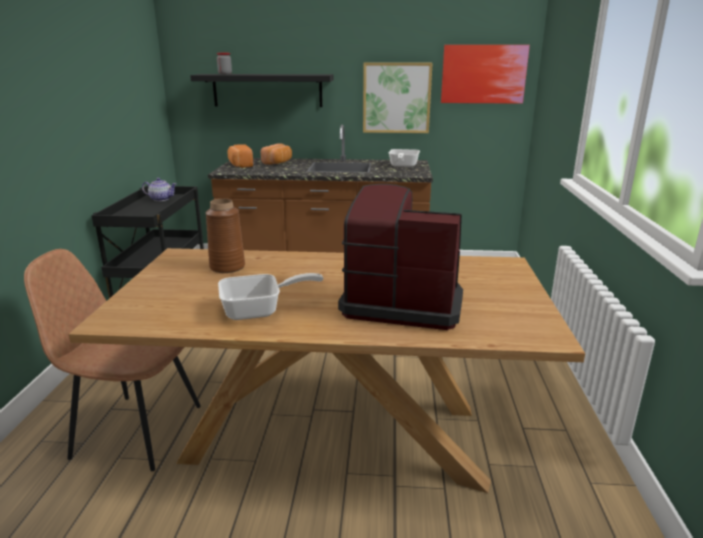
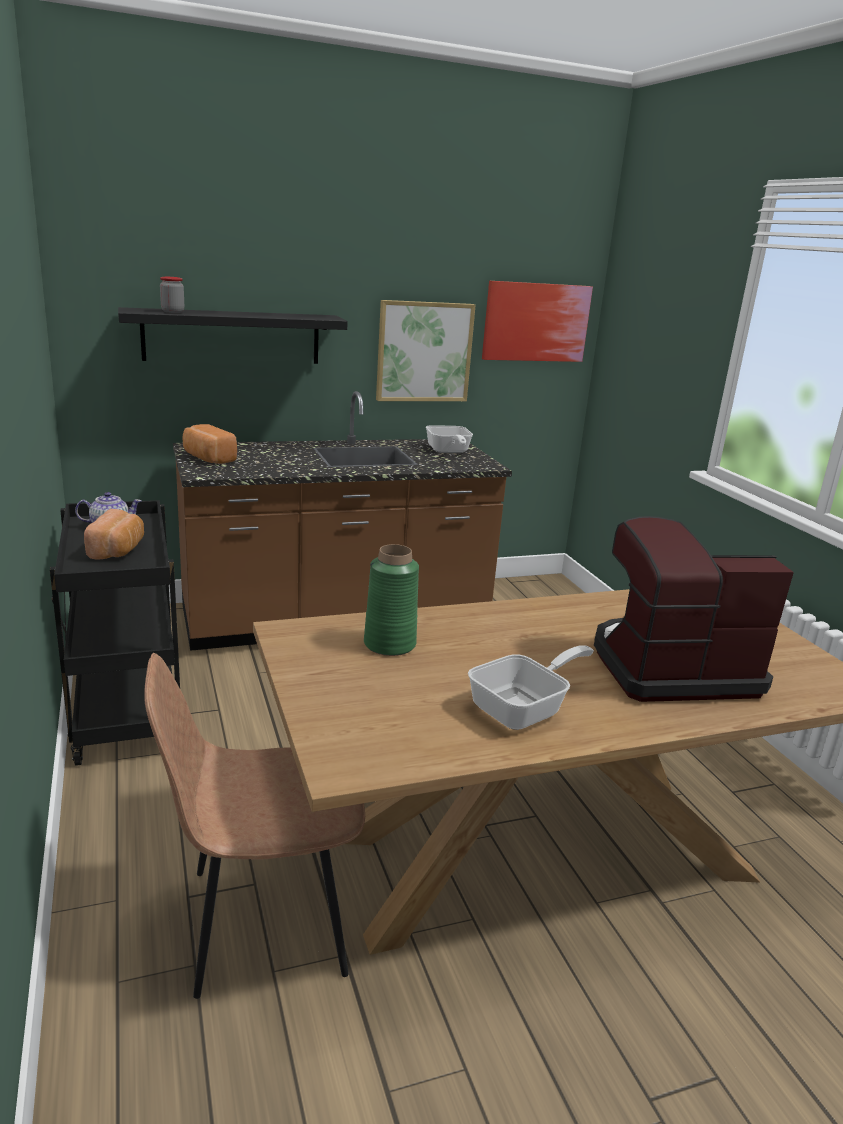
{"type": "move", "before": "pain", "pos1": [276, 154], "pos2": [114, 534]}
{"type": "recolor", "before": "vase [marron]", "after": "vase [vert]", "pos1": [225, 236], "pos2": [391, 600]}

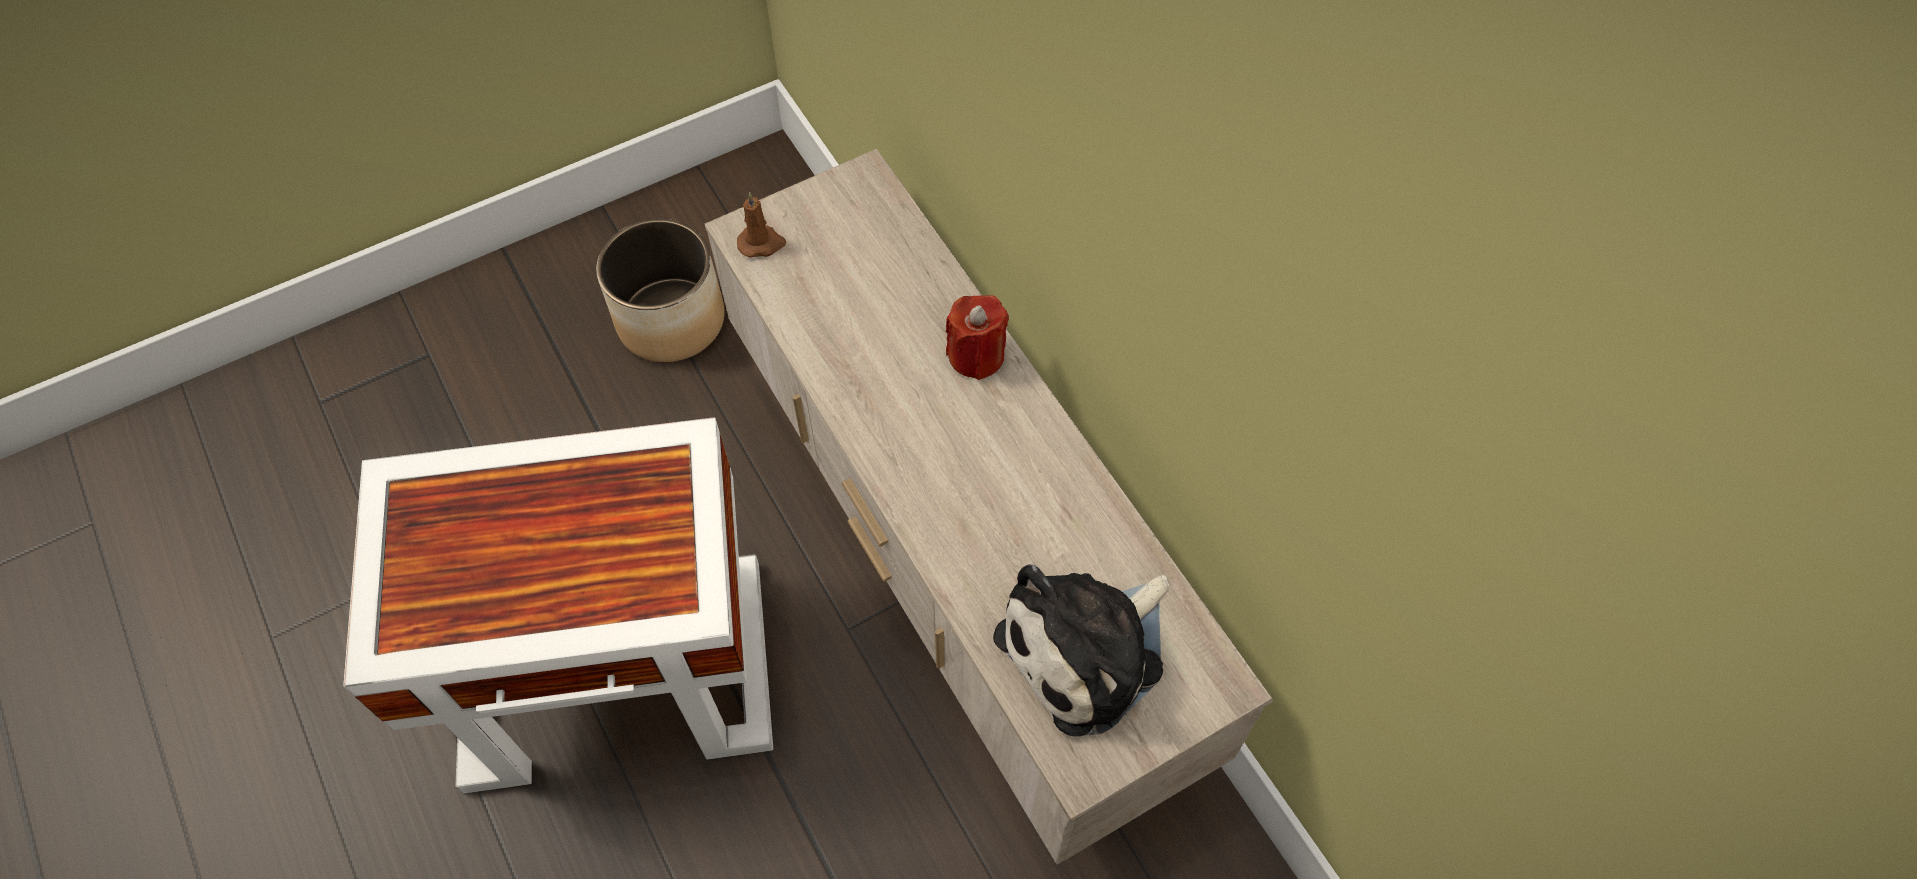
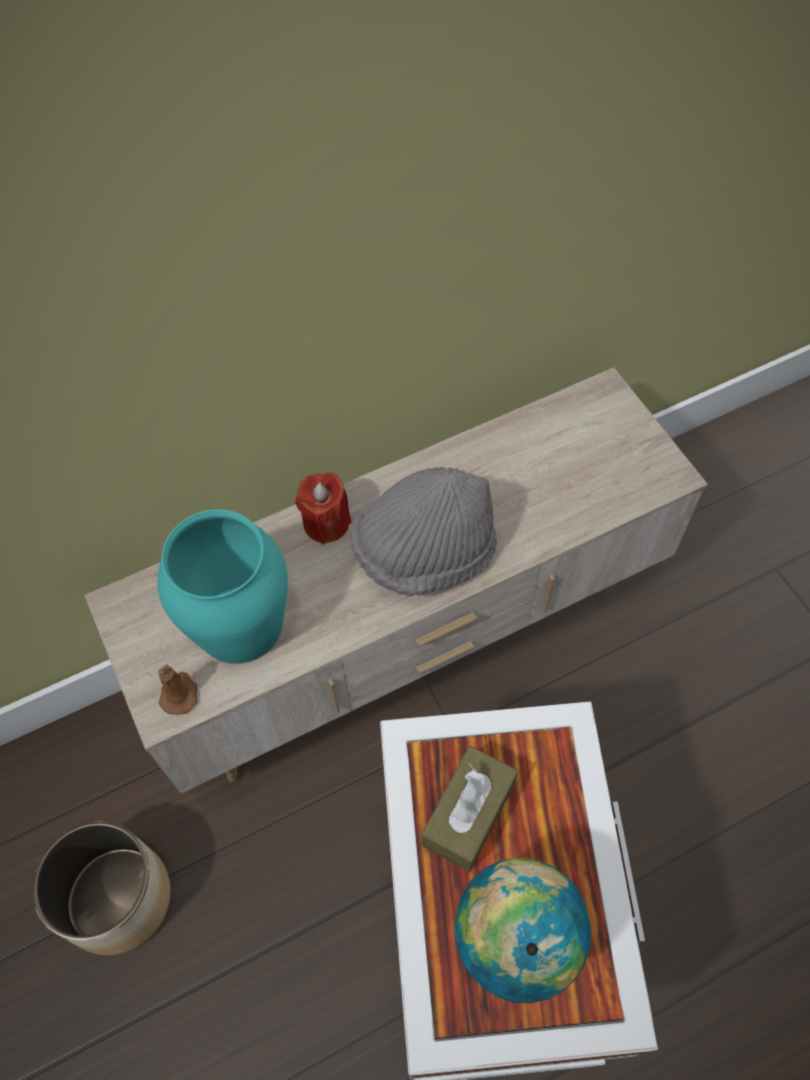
{"type": "delete", "before": "peluche", "pos1": [1081, 650]}
{"type": "insert", "after": "vase [turquoise]", "pos2": [222, 586]}
{"type": "insert", "after": "chapeau [gris]", "pos2": [424, 531]}
{"type": "insert", "after": "boîte à mouchoirs [marron]", "pos2": [470, 809]}
{"type": "insert", "after": "globe", "pos2": [522, 930]}

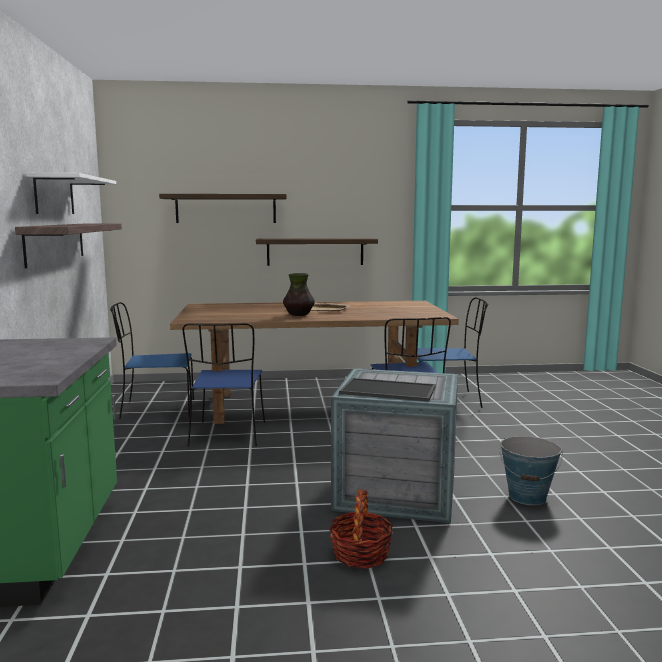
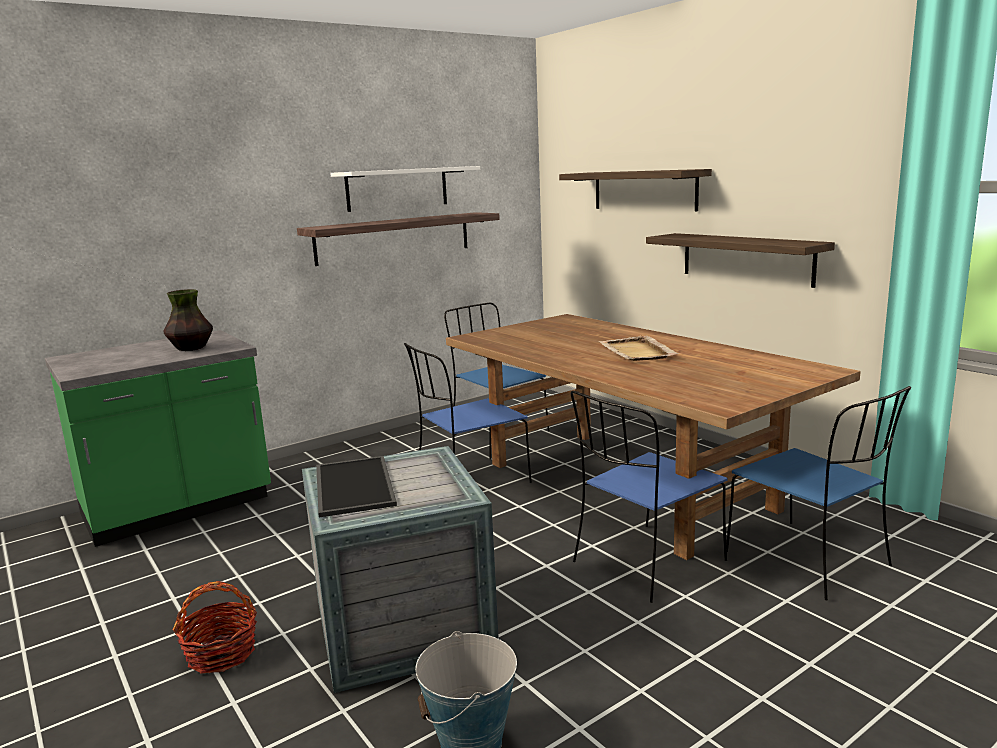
{"type": "move", "before": "vase", "pos1": [299, 294], "pos2": [188, 320]}

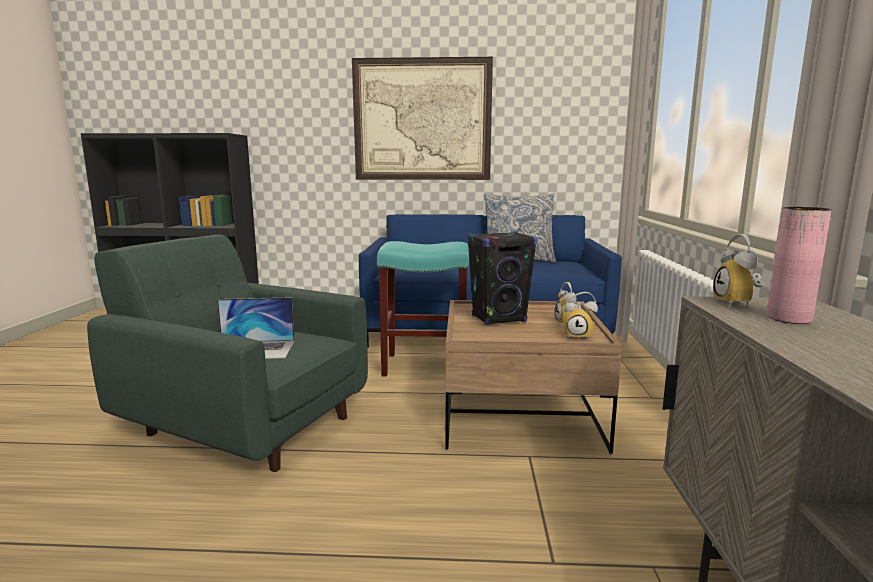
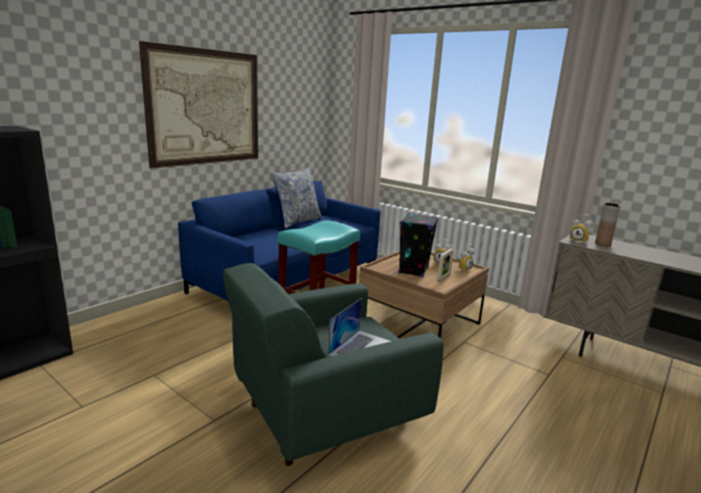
{"type": "insert", "after": "cadre photo", "pos2": [445, 265]}
{"type": "recolor", "before": "vase [rose]", "after": "vase [marron]", "pos1": [799, 265], "pos2": [607, 224]}

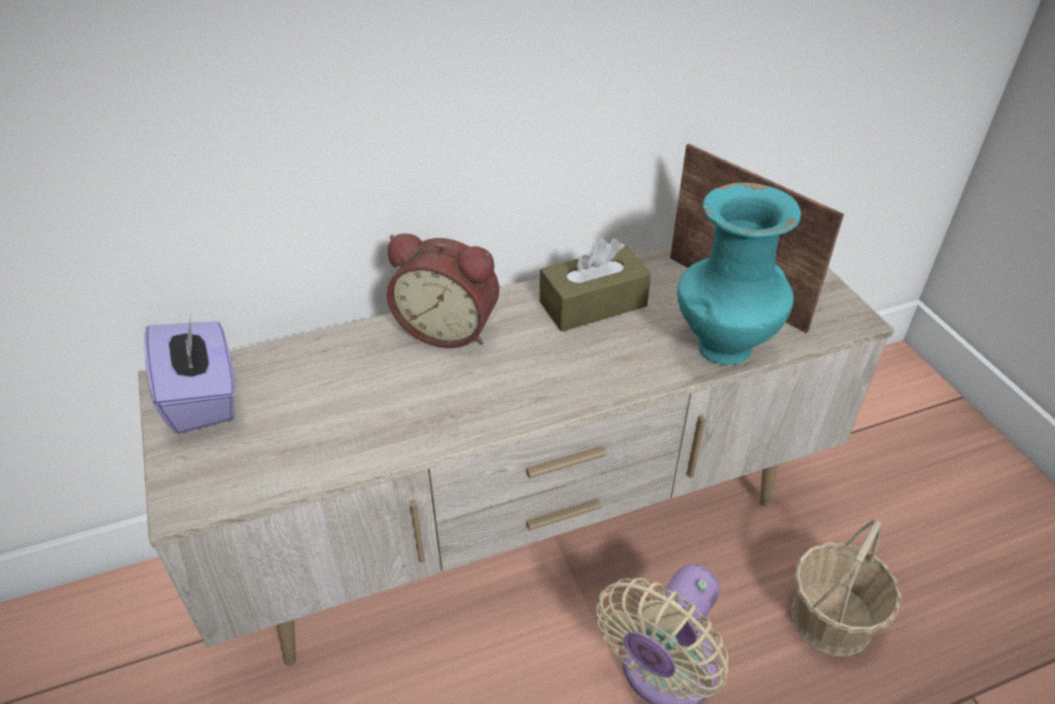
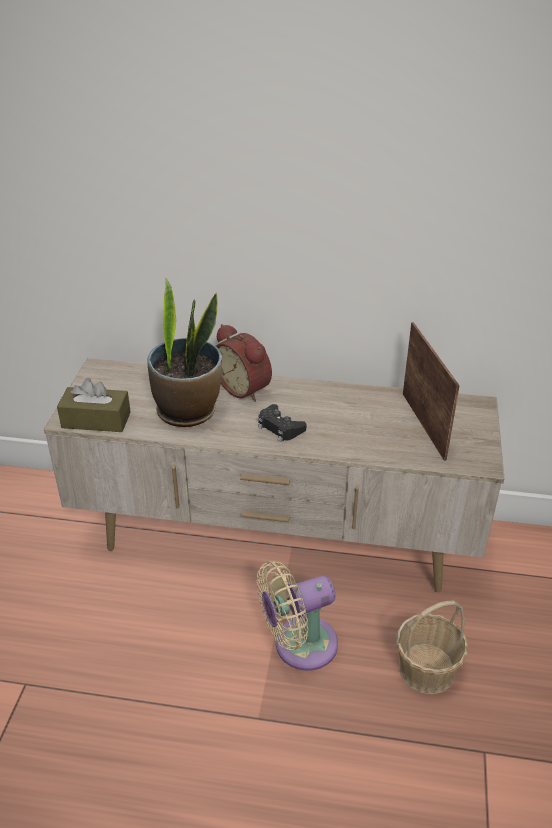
{"type": "delete", "before": "boîte à mouchoirs [violet]", "pos1": [189, 375]}
{"type": "delete", "before": "vase [turquoise]", "pos1": [739, 273]}
{"type": "insert", "after": "plante en pot", "pos2": [184, 352]}
{"type": "insert", "after": "manette [noir]", "pos2": [282, 423]}
{"type": "move", "before": "boîte à mouchoirs [marron]", "pos1": [595, 285], "pos2": [94, 405]}

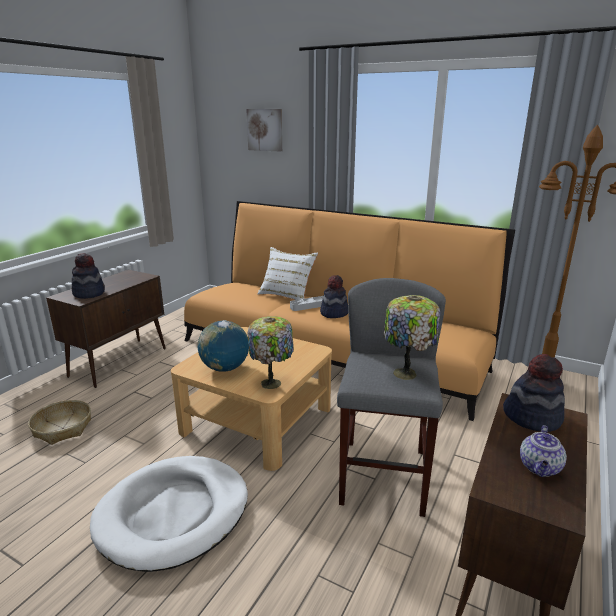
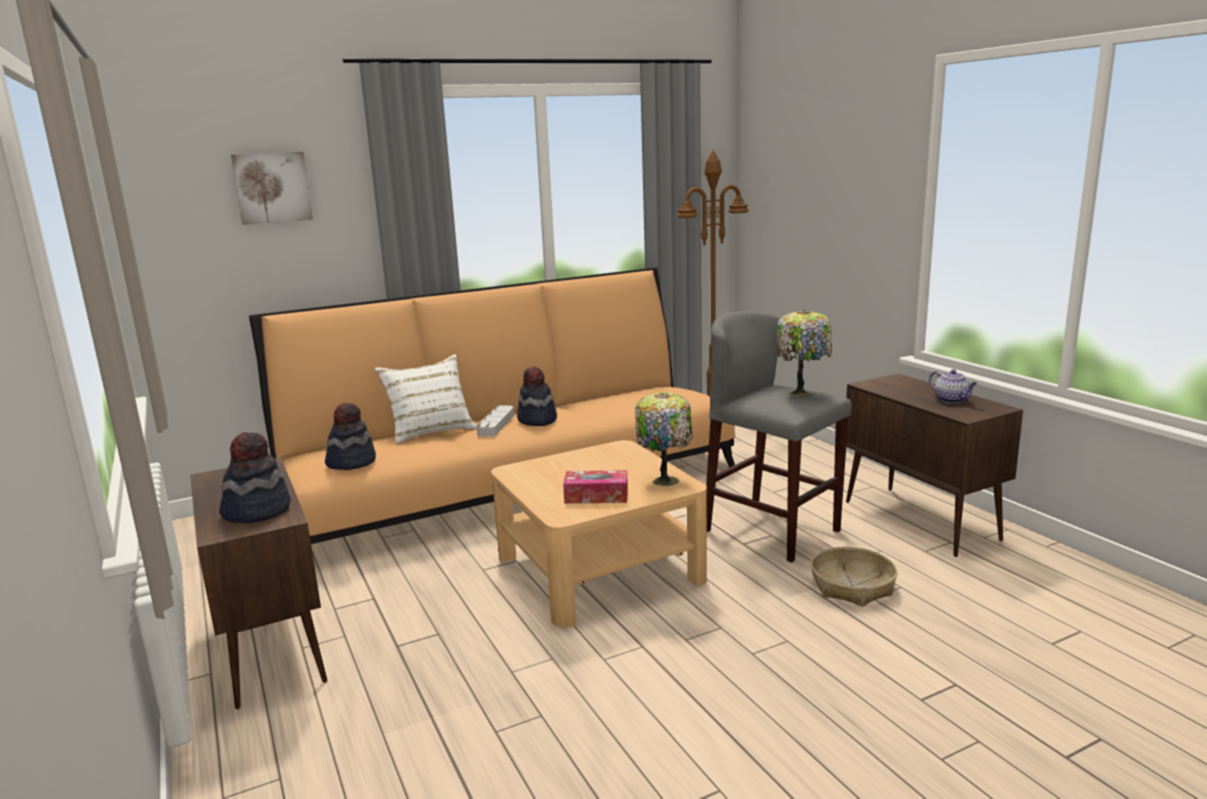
{"type": "delete", "before": "panier pour chien [blanc]", "pos1": [169, 514]}
{"type": "move", "before": "panier", "pos1": [59, 422], "pos2": [854, 577]}
{"type": "move", "before": "chapeau", "pos1": [534, 393], "pos2": [350, 436]}
{"type": "replace", "before": "globe", "after": "boîte à mouchoirs", "pos1": [223, 346], "pos2": [595, 487]}

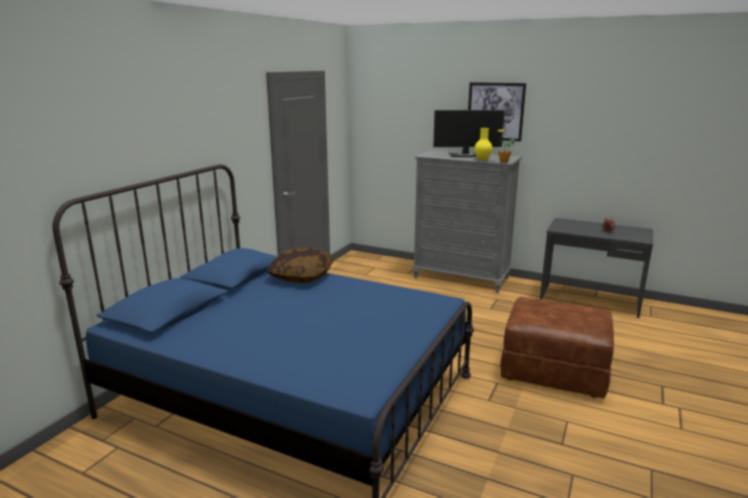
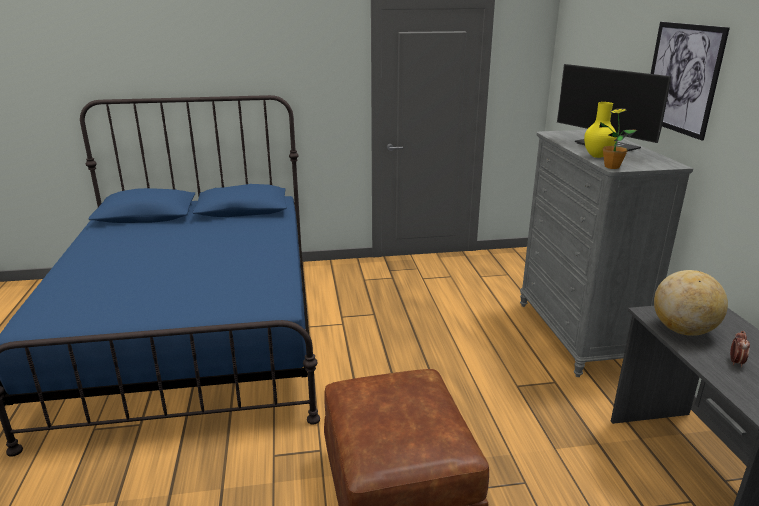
{"type": "delete", "before": "coussin", "pos1": [300, 265]}
{"type": "insert", "after": "globe", "pos2": [691, 303]}

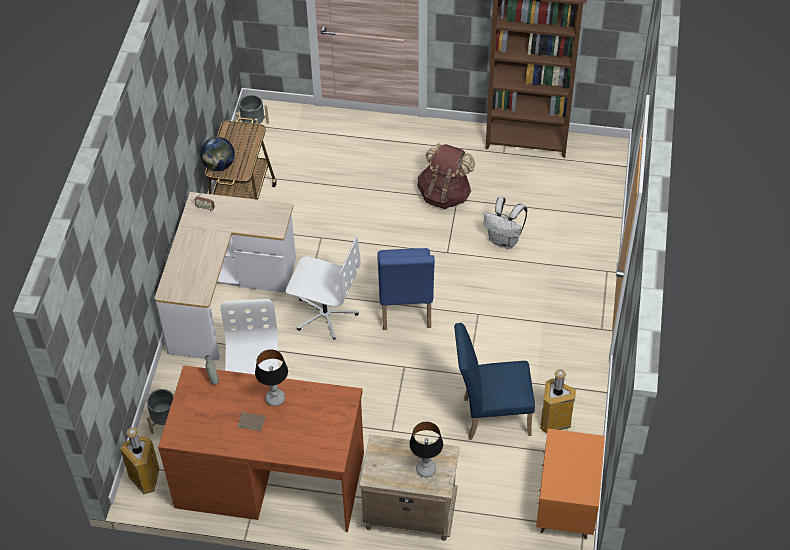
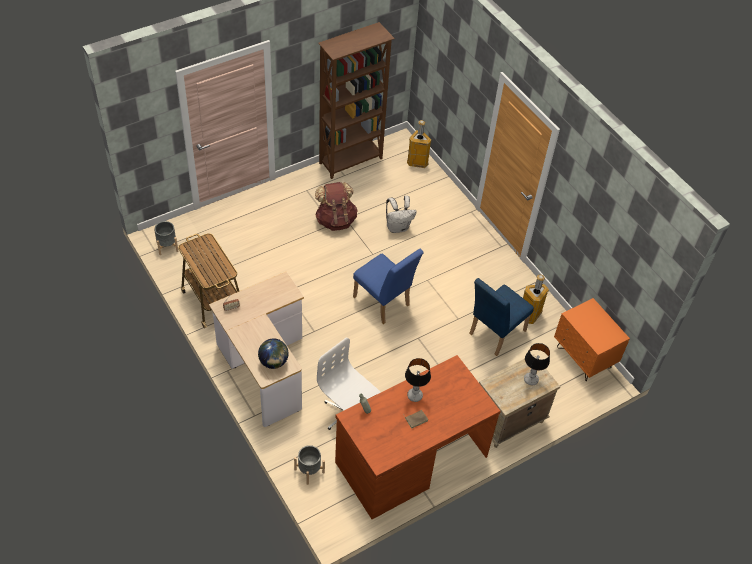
{"type": "delete", "before": "chaise de bureau [blanc]", "pos1": [323, 288]}
{"type": "move", "before": "poubelle", "pos1": [139, 461], "pos2": [419, 144]}
{"type": "move", "before": "globe", "pos1": [217, 154], "pos2": [273, 354]}

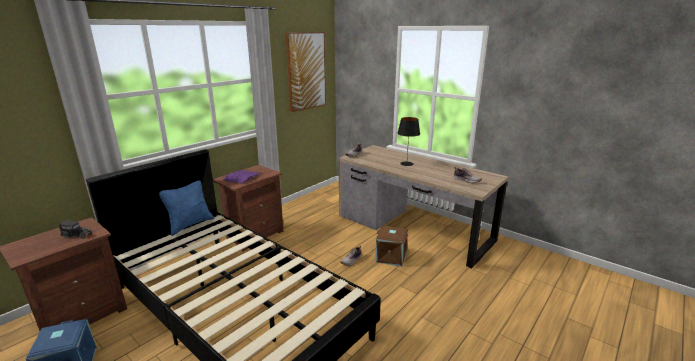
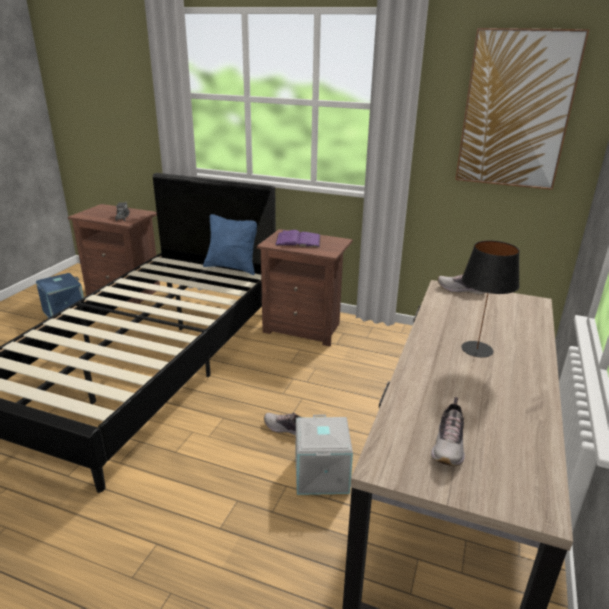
{"type": "recolor", "before": "boîte de rangement [marron]", "after": "boîte de rangement [gris]", "pos1": [391, 246], "pos2": [324, 455]}

